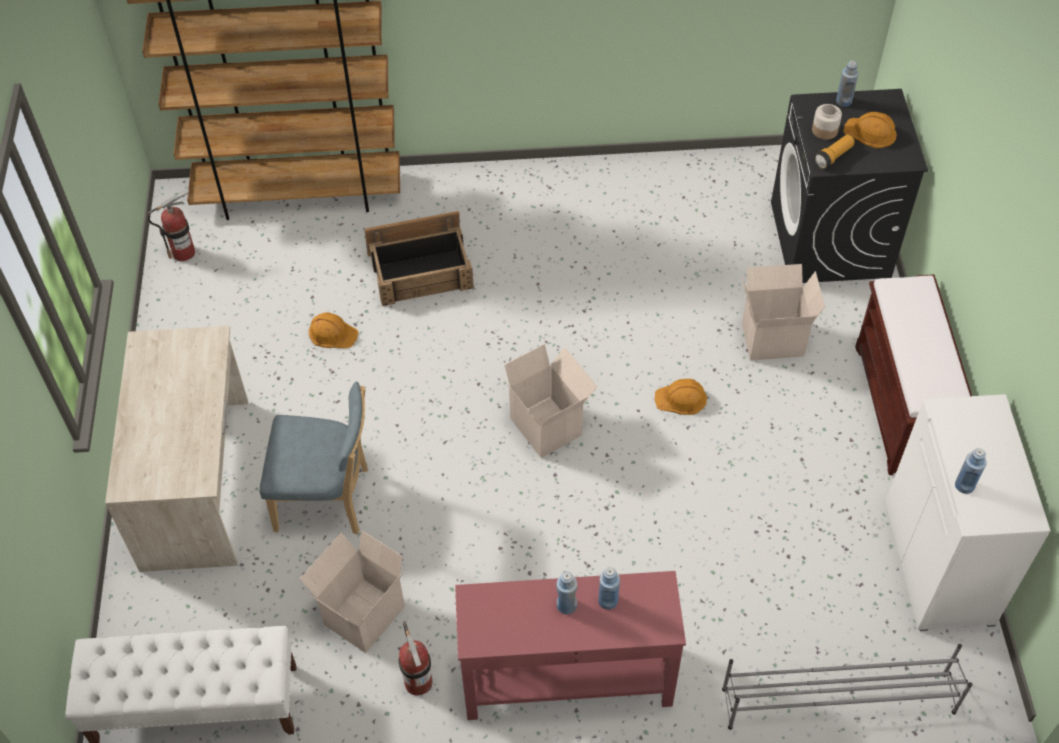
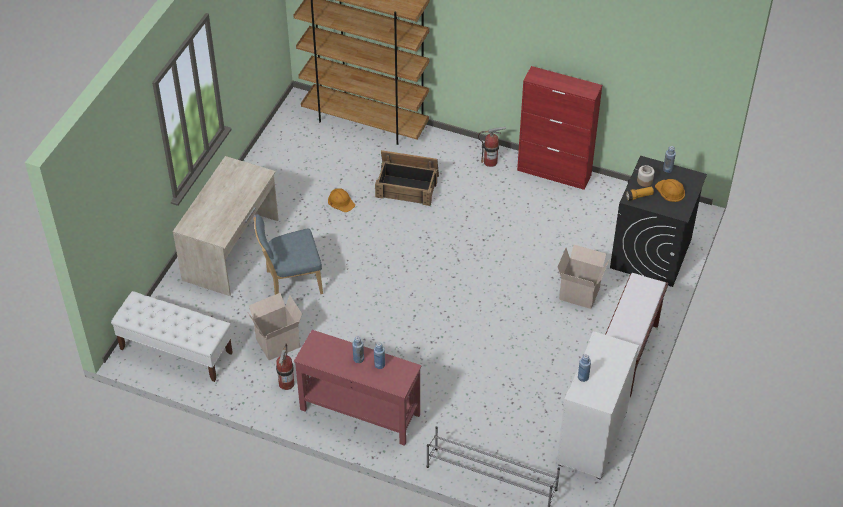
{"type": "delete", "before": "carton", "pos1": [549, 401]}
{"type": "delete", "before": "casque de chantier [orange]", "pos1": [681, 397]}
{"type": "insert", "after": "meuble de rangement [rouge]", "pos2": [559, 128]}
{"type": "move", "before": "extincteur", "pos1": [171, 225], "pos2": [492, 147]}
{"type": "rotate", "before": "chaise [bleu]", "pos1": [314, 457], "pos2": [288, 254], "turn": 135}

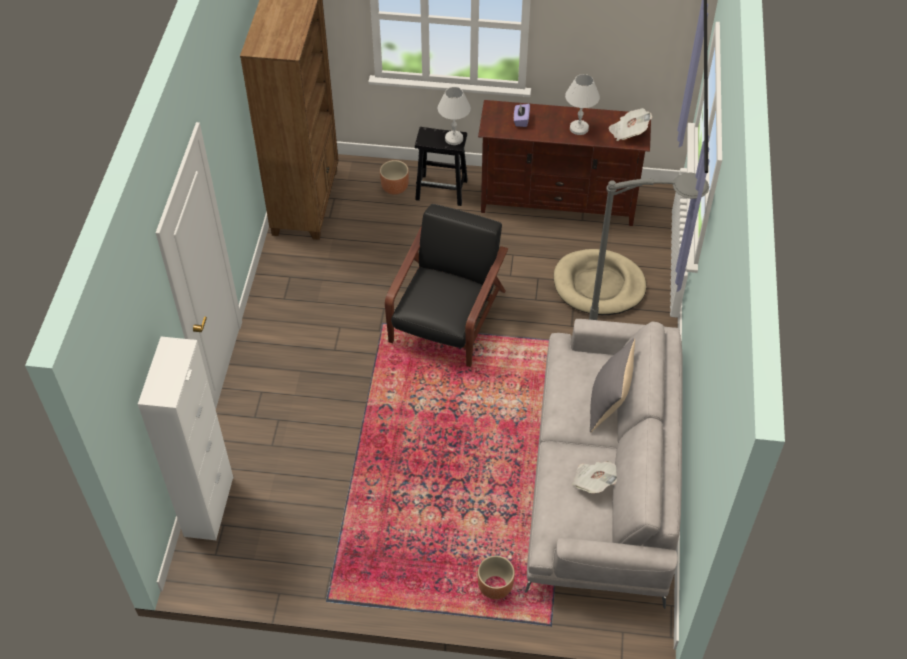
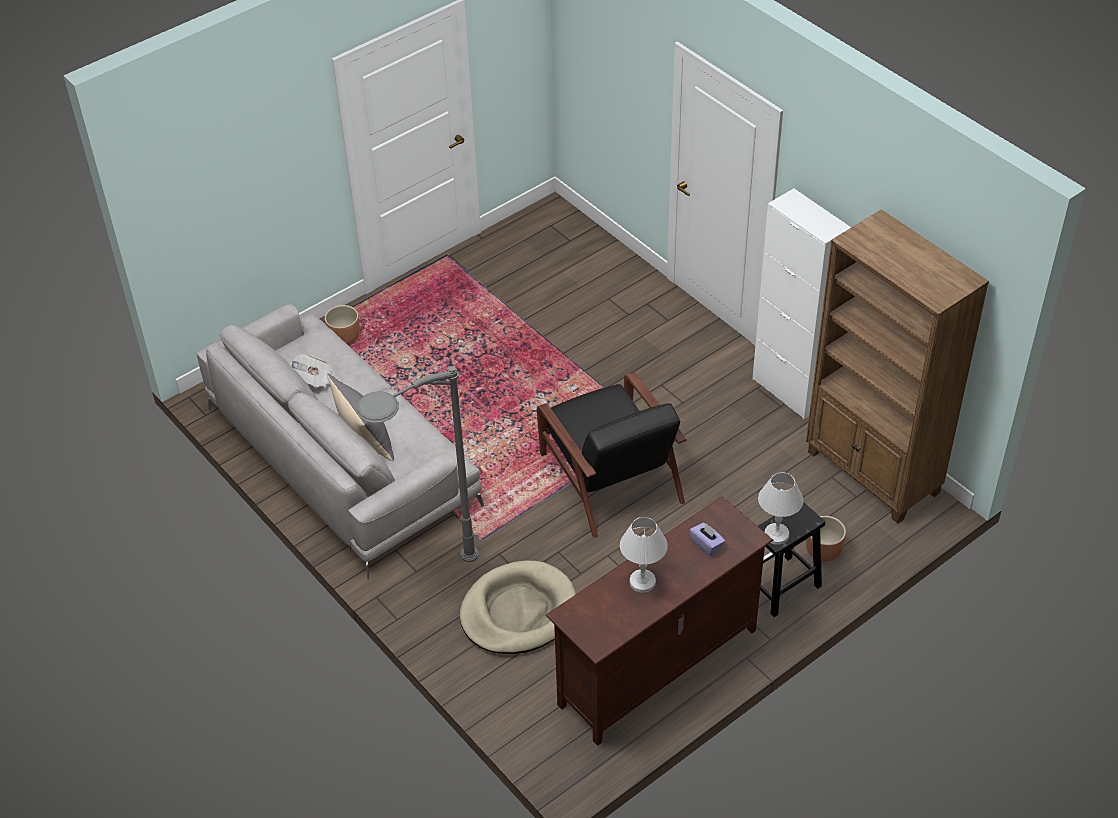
{"type": "delete", "before": "journal", "pos1": [630, 124]}
{"type": "move", "before": "meuble de rangement [blanc]", "pos1": [185, 438], "pos2": [801, 303]}

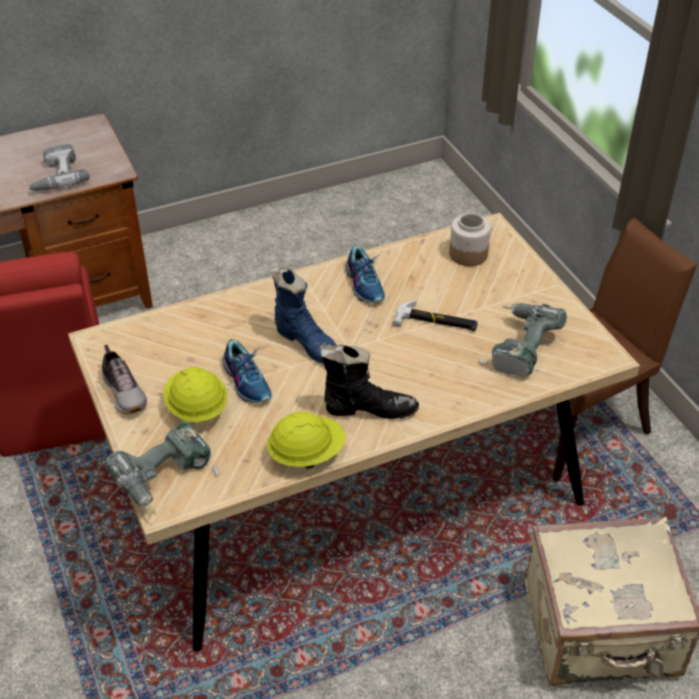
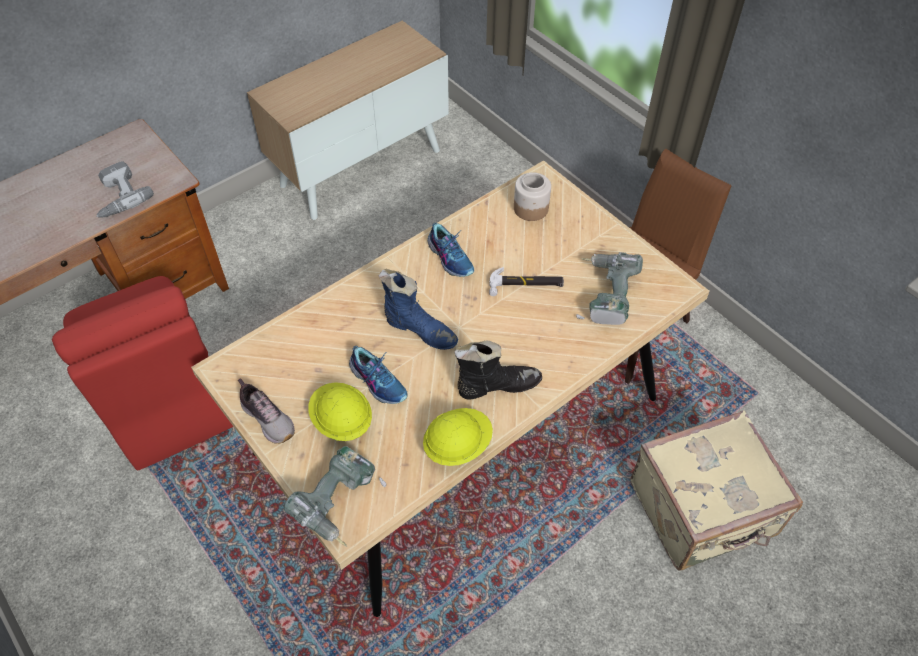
{"type": "insert", "after": "meuble de rangement", "pos2": [348, 120]}

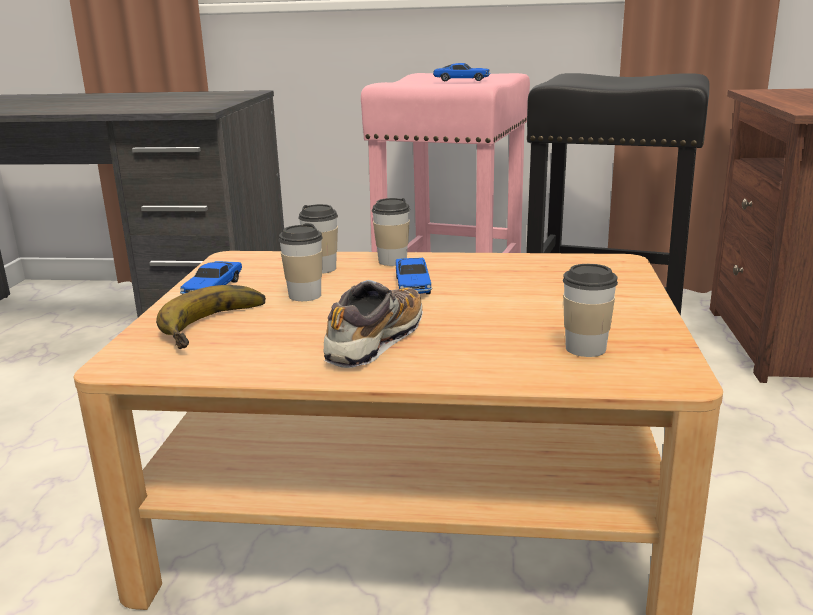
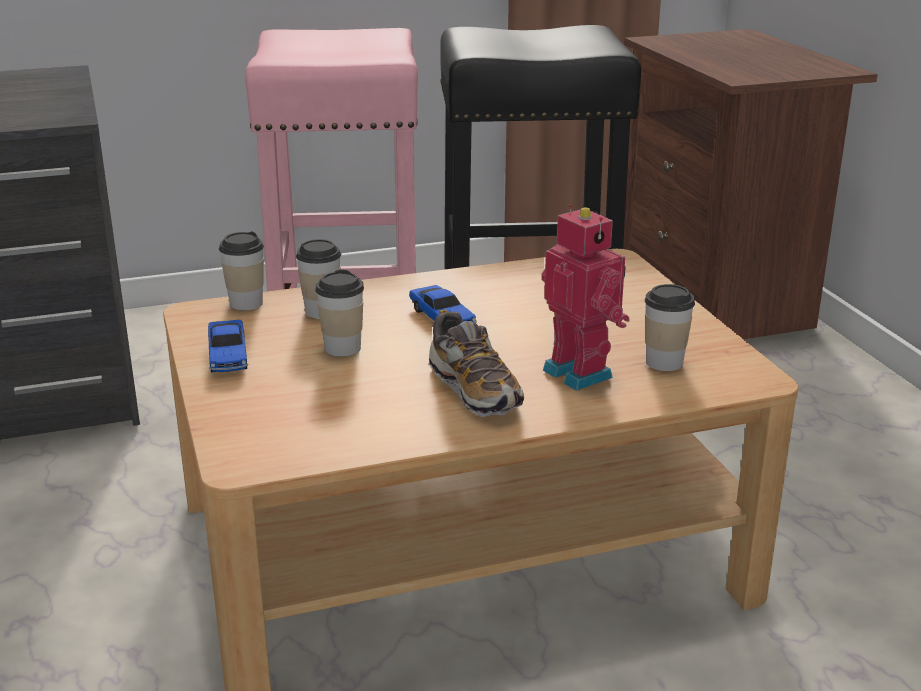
{"type": "delete", "before": "banane", "pos1": [211, 317]}
{"type": "delete", "before": "petite voiture", "pos1": [461, 72]}
{"type": "insert", "after": "robot jouet", "pos2": [585, 297]}
{"type": "move", "before": "tasse", "pos1": [391, 232], "pos2": [241, 270]}
{"type": "rotate", "before": "chaussure", "pos1": [373, 324], "pos2": [476, 363], "turn": 150}

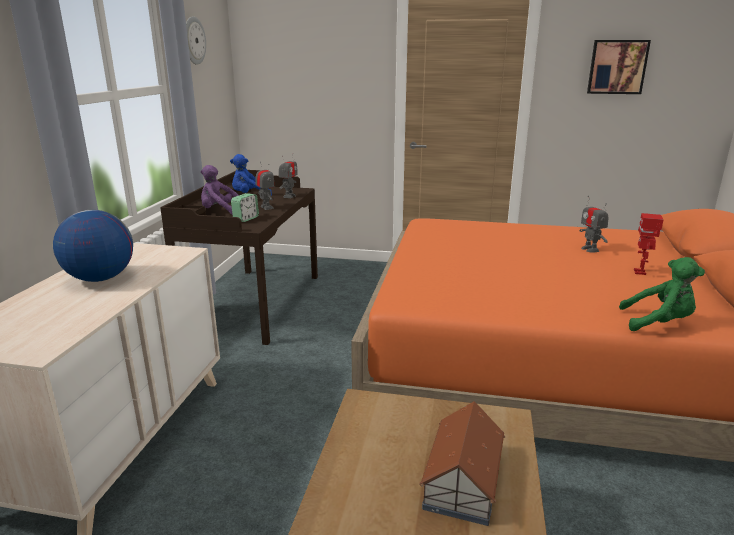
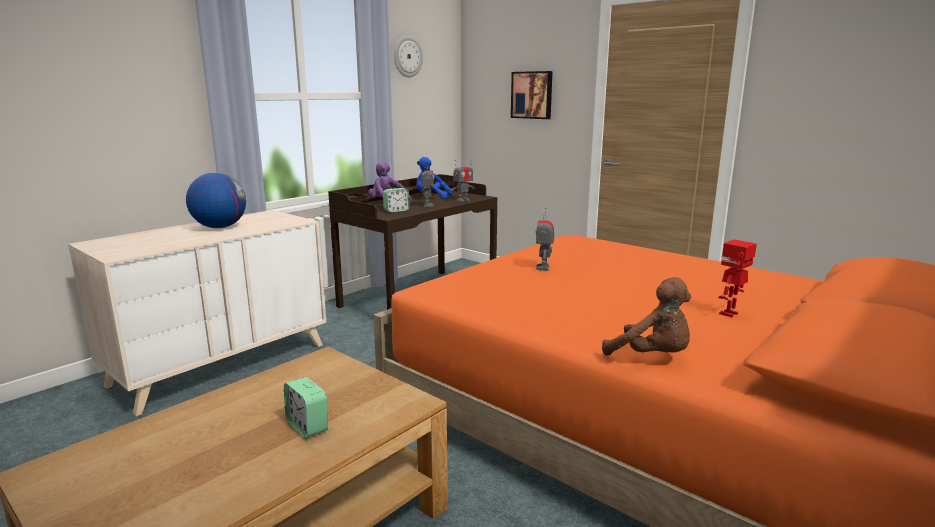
{"type": "move", "before": "robot jouet", "pos1": [593, 224], "pos2": [544, 239]}
{"type": "move", "before": "tableau", "pos1": [619, 67], "pos2": [531, 95]}
{"type": "replace", "before": "maison miniature", "after": "réveil", "pos1": [462, 463], "pos2": [306, 407]}
{"type": "recolor", "before": "peluche [vert]", "after": "peluche [marron]", "pos1": [662, 294], "pos2": [646, 316]}

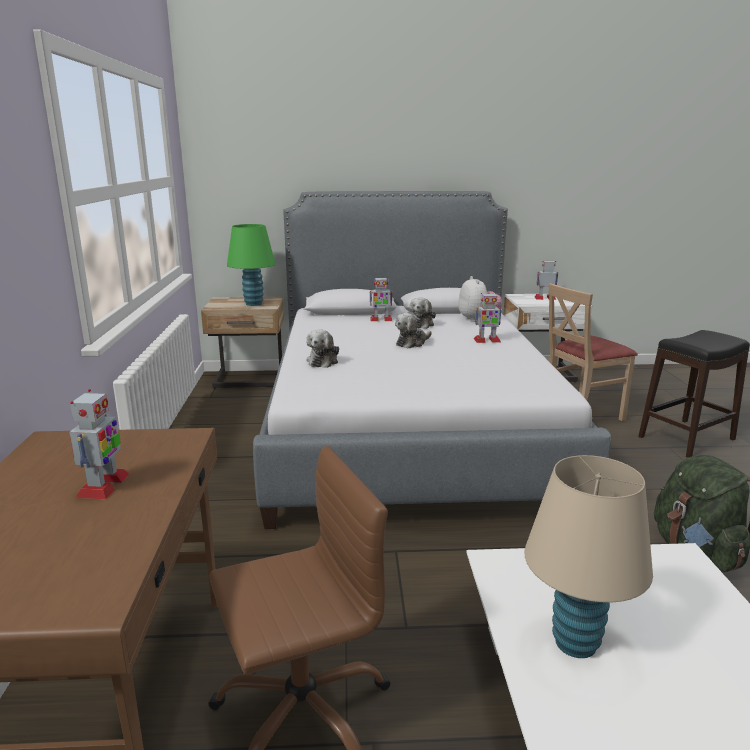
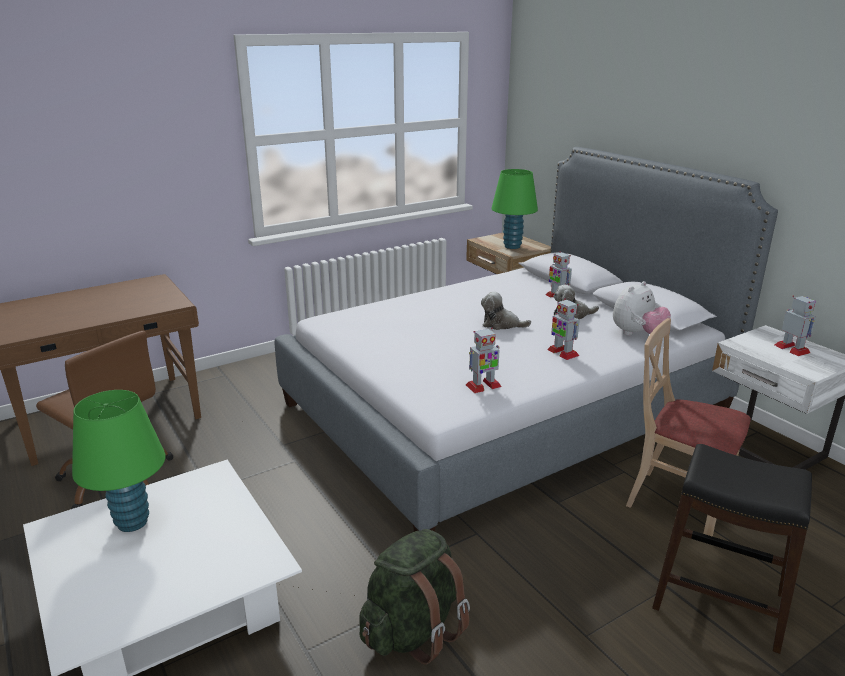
{"type": "delete", "before": "peluche", "pos1": [322, 348]}
{"type": "move", "before": "robot jouet", "pos1": [99, 444], "pos2": [483, 360]}
{"type": "recolor", "before": "lampe de table [beige]", "after": "lampe de table [vert]", "pos1": [588, 556], "pos2": [118, 461]}

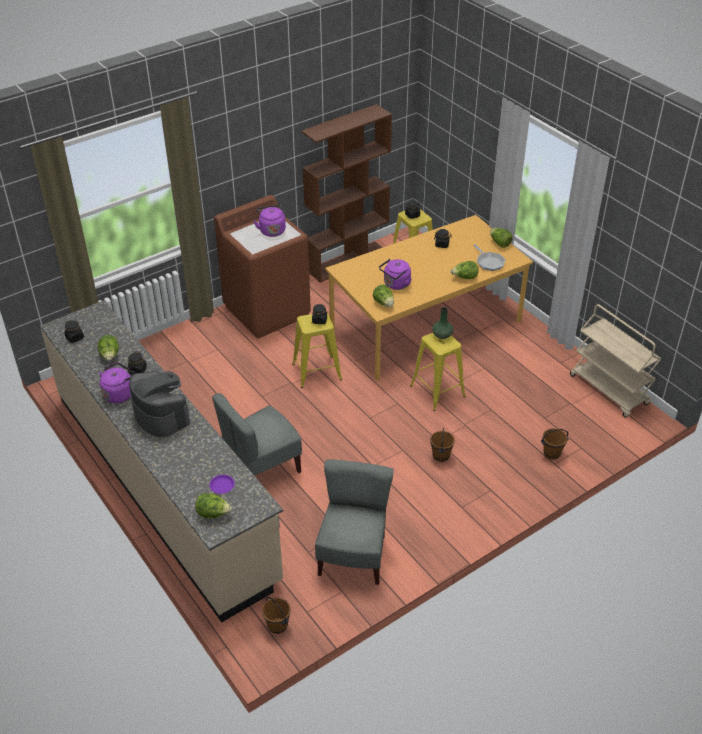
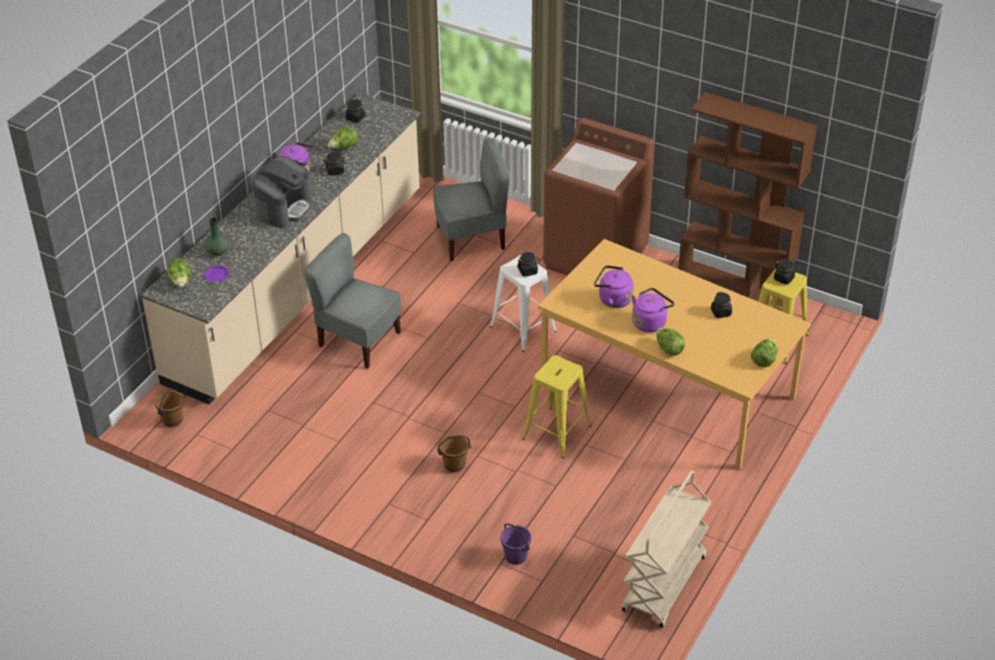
{"type": "delete", "before": "laitue", "pos1": [383, 296]}
{"type": "delete", "before": "poêle", "pos1": [489, 258]}
{"type": "move", "before": "bouilloire [violet]", "pos1": [269, 221], "pos2": [653, 310]}
{"type": "move", "before": "chaise [gris]", "pos1": [354, 522], "pos2": [471, 200]}
{"type": "move", "before": "vase [vert]", "pos1": [442, 323], "pos2": [217, 237]}
{"type": "recolor", "before": "tabouret [jaune]", "after": "tabouret [blanc]", "pos1": [317, 350], "pos2": [523, 303]}
{"type": "recolor", "before": "seau [marron]", "after": "seau [violet]", "pos1": [555, 444], "pos2": [515, 544]}

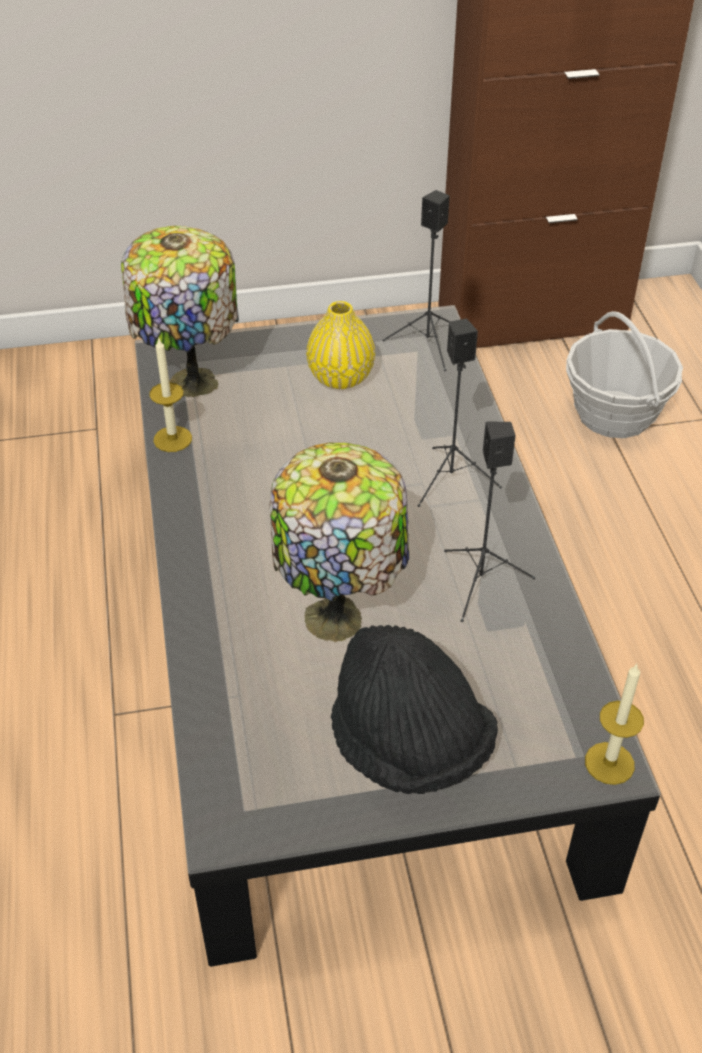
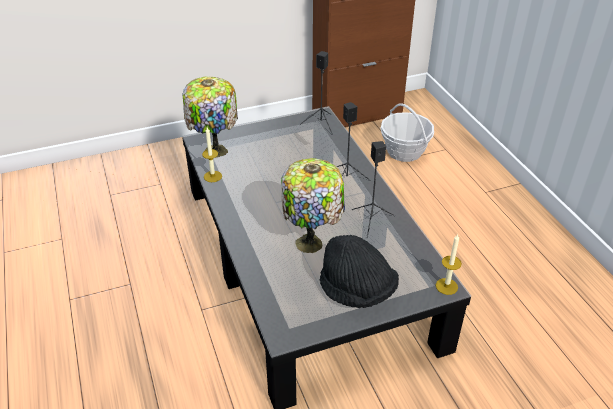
{"type": "delete", "before": "vase [jaune]", "pos1": [340, 345]}

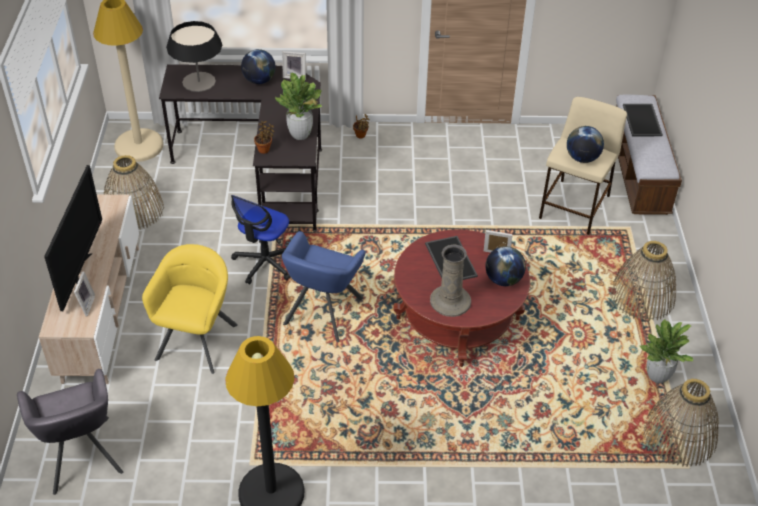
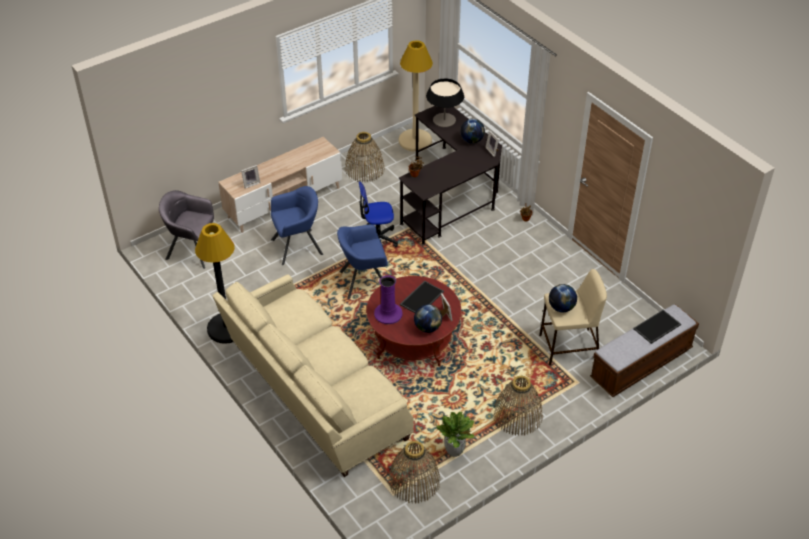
{"type": "delete", "before": "téléviseur", "pos1": [73, 238]}
{"type": "delete", "before": "plante en pot", "pos1": [298, 106]}
{"type": "insert", "after": "canapé [beige]", "pos2": [313, 375]}
{"type": "recolor", "before": "fauteuil [jaune]", "after": "fauteuil [bleu]", "pos1": [190, 309], "pos2": [297, 225]}
{"type": "recolor", "before": "vase [beige]", "after": "vase [violet]", "pos1": [450, 281], "pos2": [388, 299]}
{"type": "rotate", "before": "fauteuil [gris]", "pos1": [70, 432], "pos2": [186, 229], "turn": 75}

